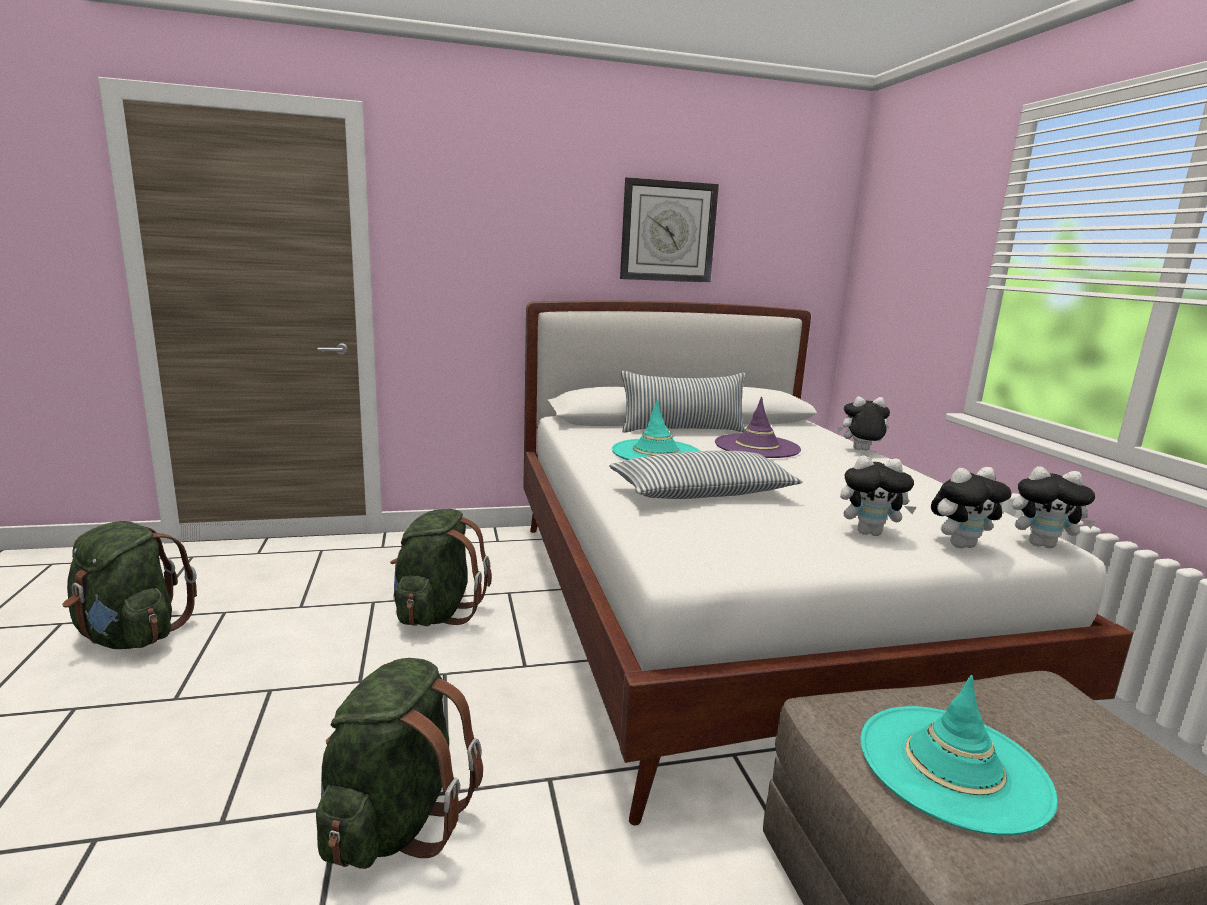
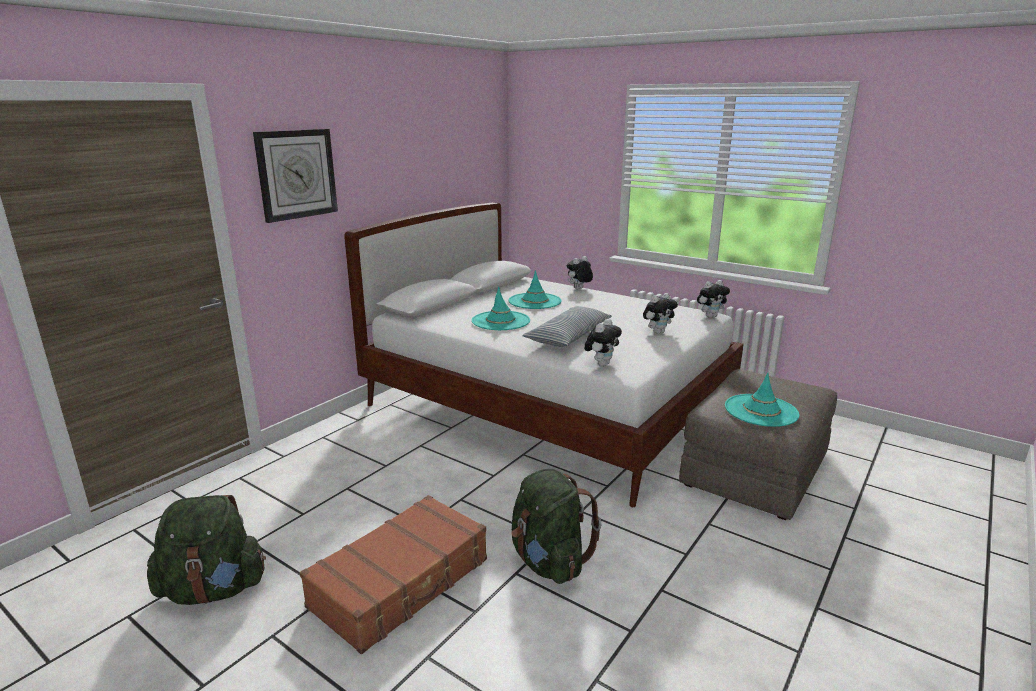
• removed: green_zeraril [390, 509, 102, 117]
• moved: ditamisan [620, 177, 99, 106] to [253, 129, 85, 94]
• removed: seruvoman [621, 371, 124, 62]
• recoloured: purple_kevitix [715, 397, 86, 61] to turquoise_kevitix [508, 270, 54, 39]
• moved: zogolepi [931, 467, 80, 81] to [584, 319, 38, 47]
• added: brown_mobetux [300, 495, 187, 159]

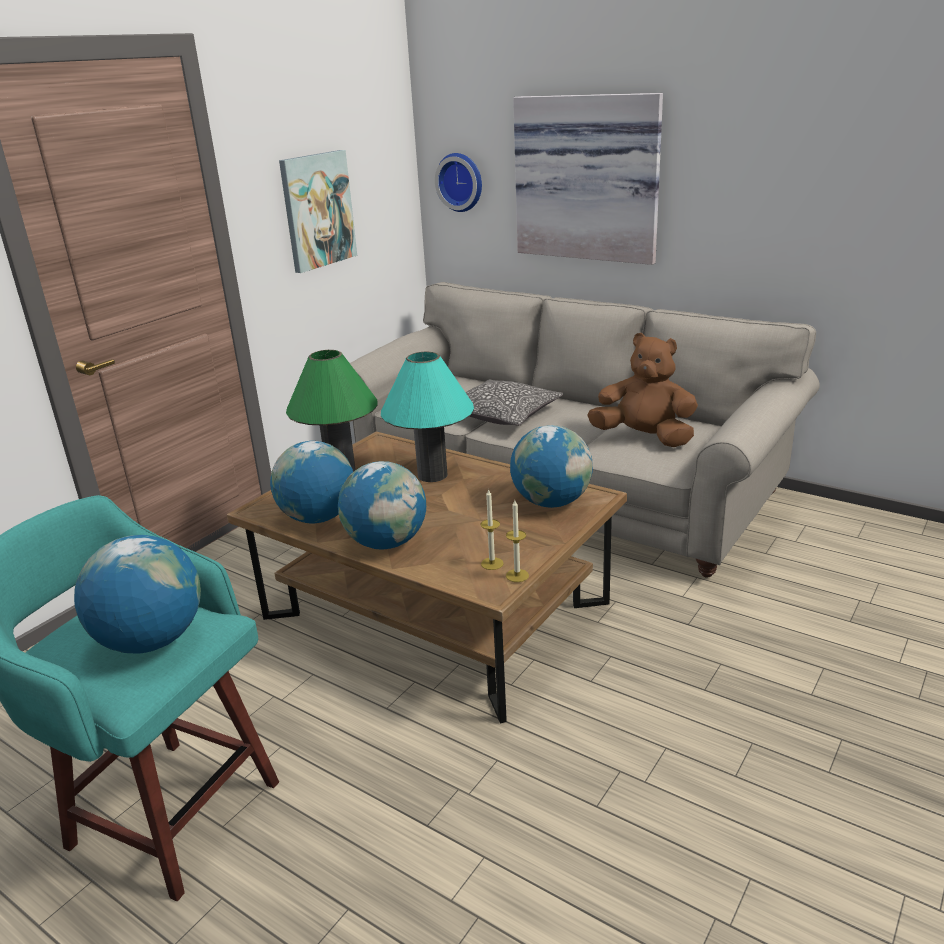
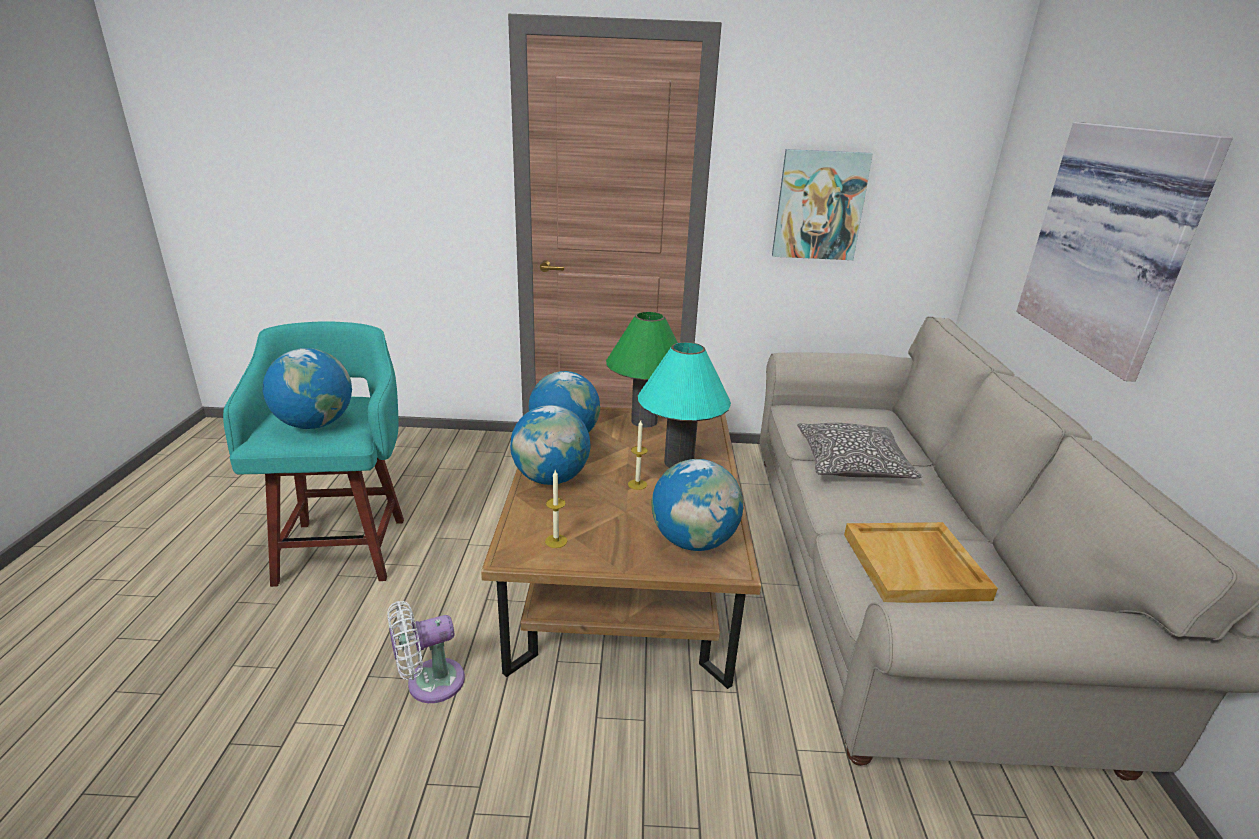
• removed: ditamisan [435, 153, 47, 59]
• moved: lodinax [506, 500, 23, 82] to [628, 420, 20, 70]
• replaced: brown_zogolepi [587, 333, 111, 114] to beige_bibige [844, 522, 154, 81]
• added: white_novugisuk [388, 601, 77, 102]

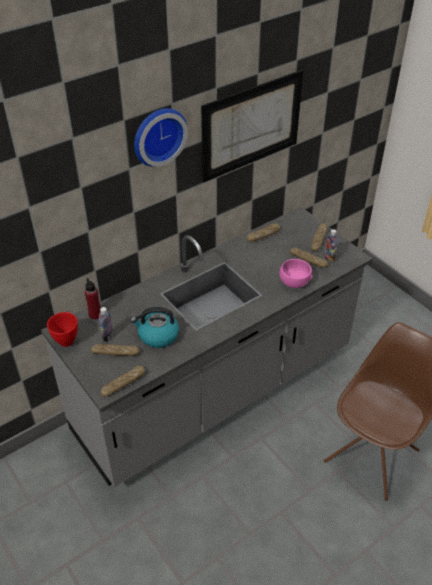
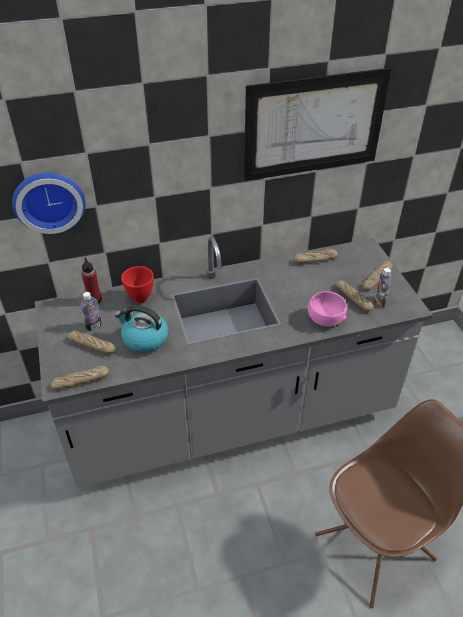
• moved: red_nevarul [47, 312, 31, 35] to [121, 266, 33, 37]
• moved: ditamisan [134, 108, 54, 59] to [12, 172, 74, 62]

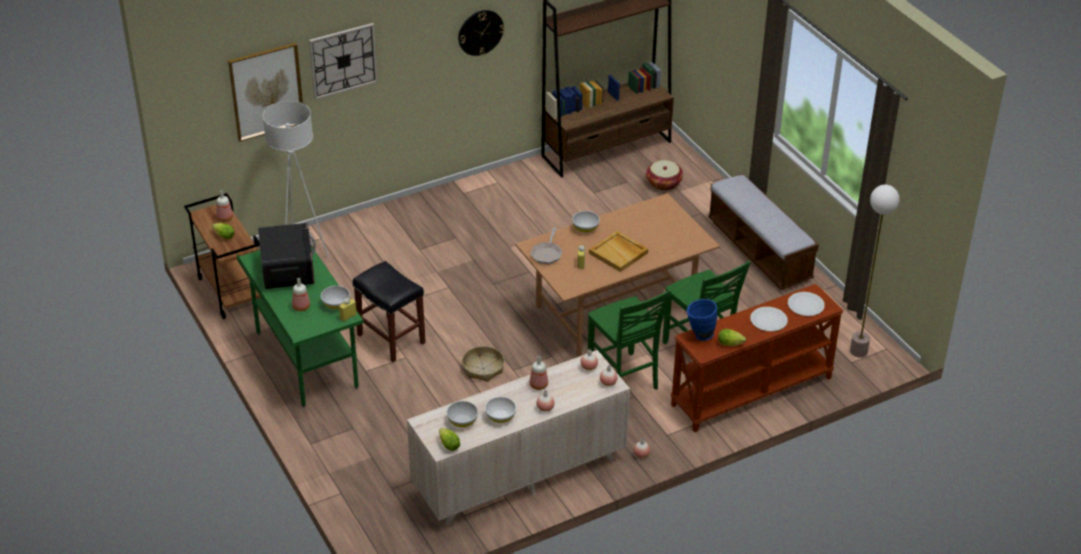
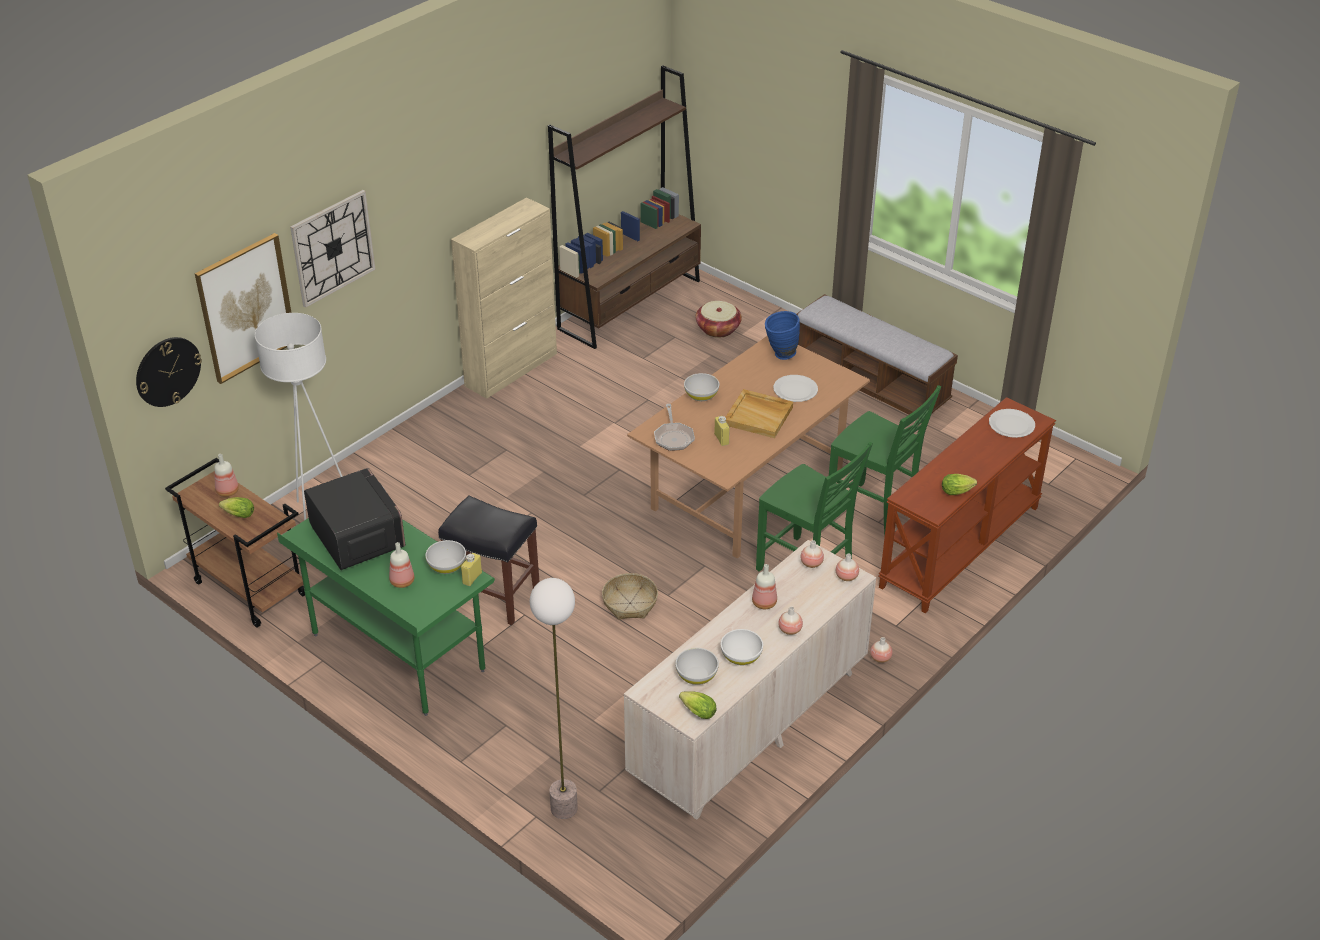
• moved: ditamisan [458, 10, 46, 46] to [136, 337, 66, 70]
• moved: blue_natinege [687, 299, 30, 42] to [765, 311, 35, 49]
• moved: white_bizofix [750, 307, 38, 24] to [773, 375, 45, 27]
• moved: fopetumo [850, 185, 50, 172] to [530, 578, 48, 241]
• added: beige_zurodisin [451, 197, 106, 202]

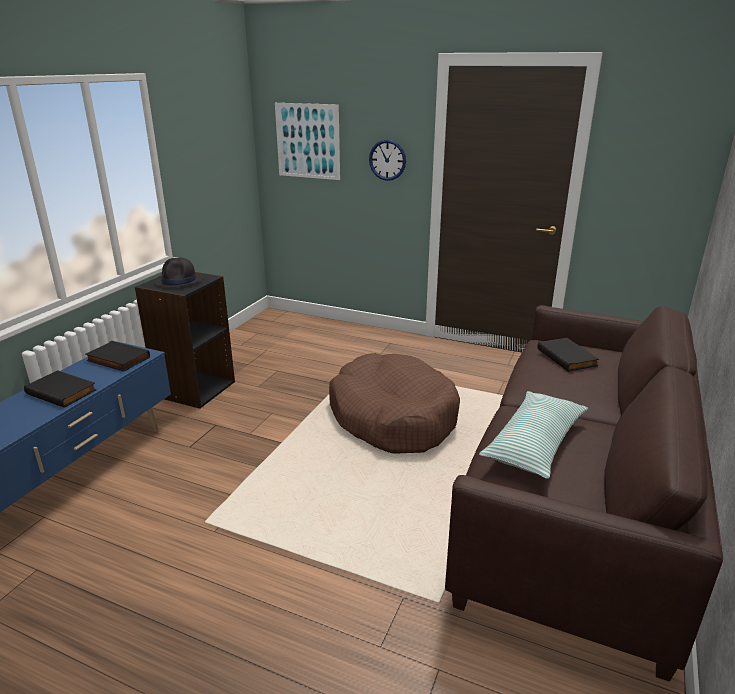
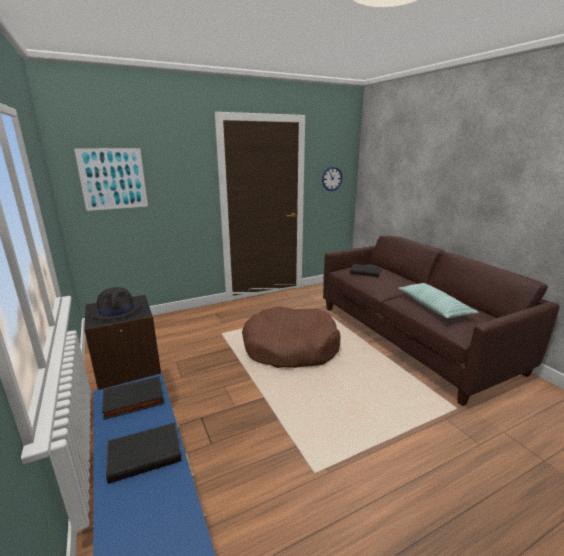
• moved: ditamisan [369, 140, 37, 41] to [322, 167, 20, 24]

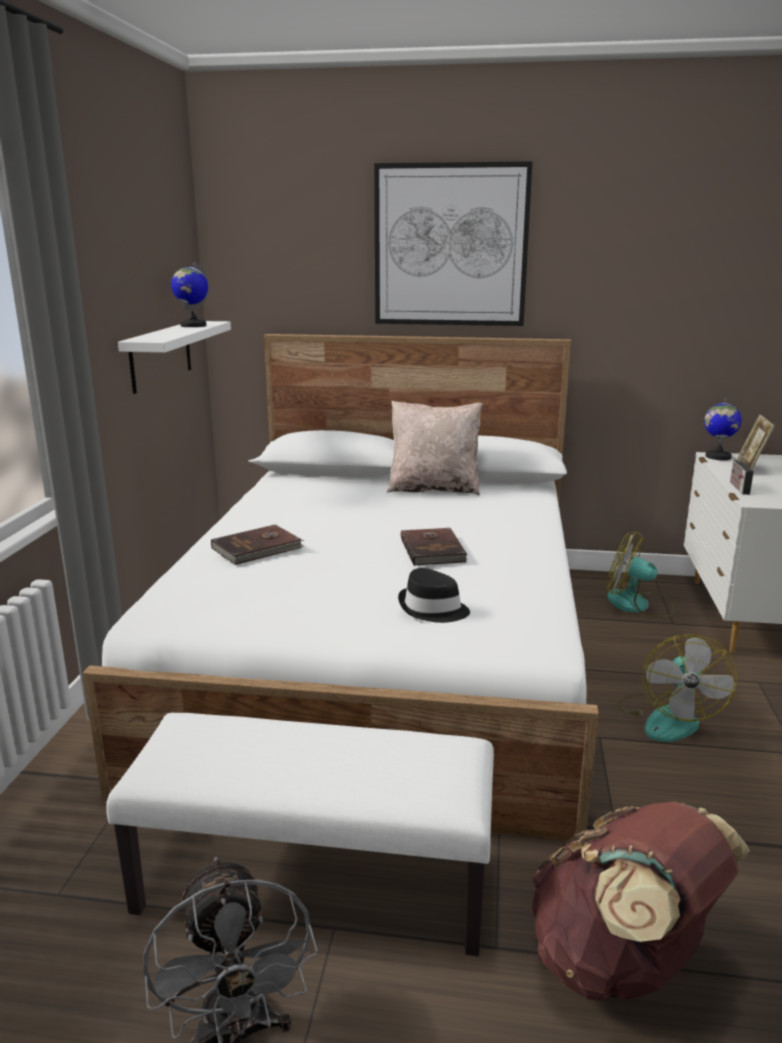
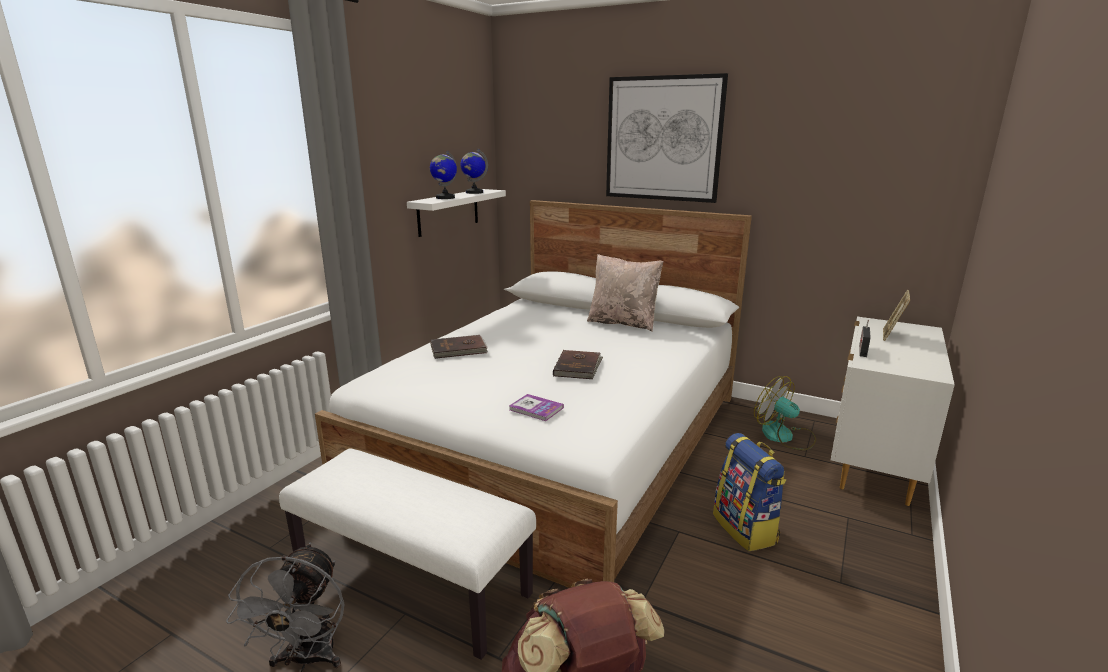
• replaced: black_kevitix [398, 568, 72, 55] to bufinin [509, 394, 55, 27]
• replaced: novugisuk [616, 634, 122, 108] to zeraril [713, 433, 73, 118]
• moved: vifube [704, 398, 38, 62] to [430, 151, 27, 48]

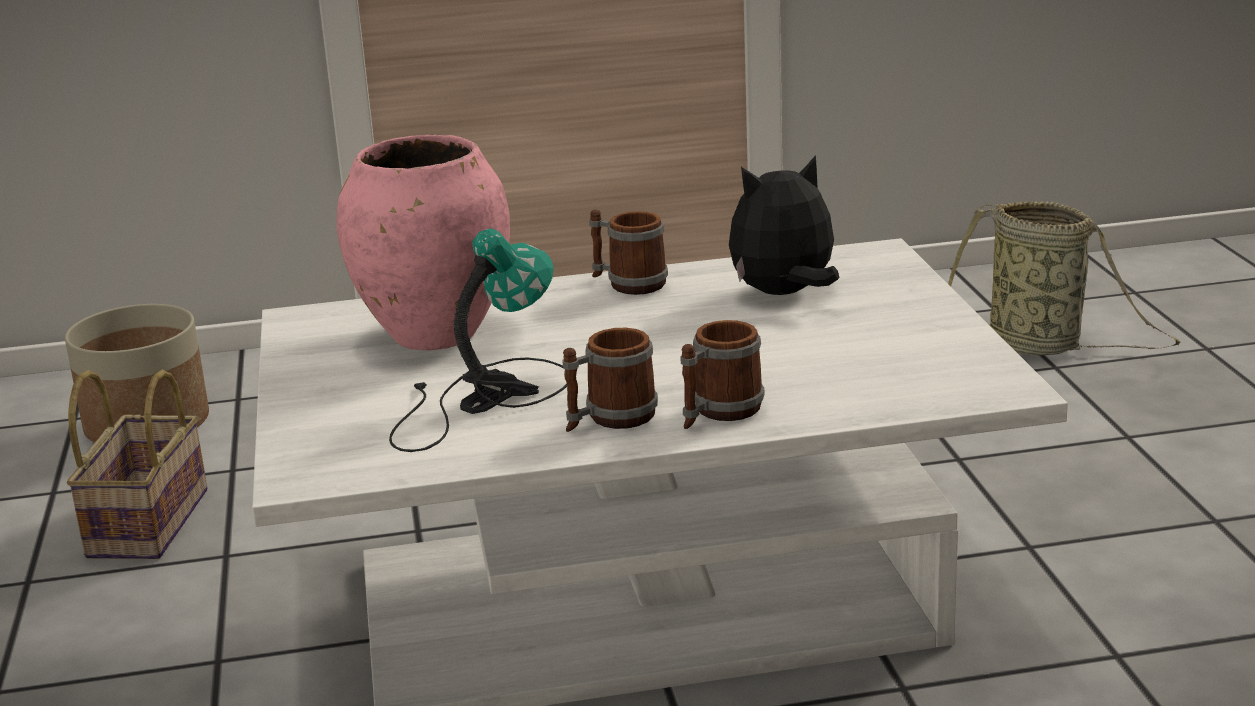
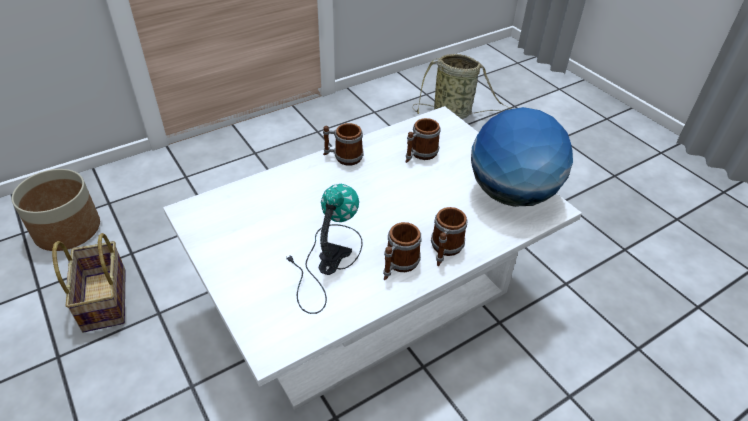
• removed: pink_natinege [337, 135, 173, 215]
• replaced: zogolepi [729, 155, 110, 140] to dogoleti [406, 118, 35, 45]
• added: vifube [471, 107, 102, 100]

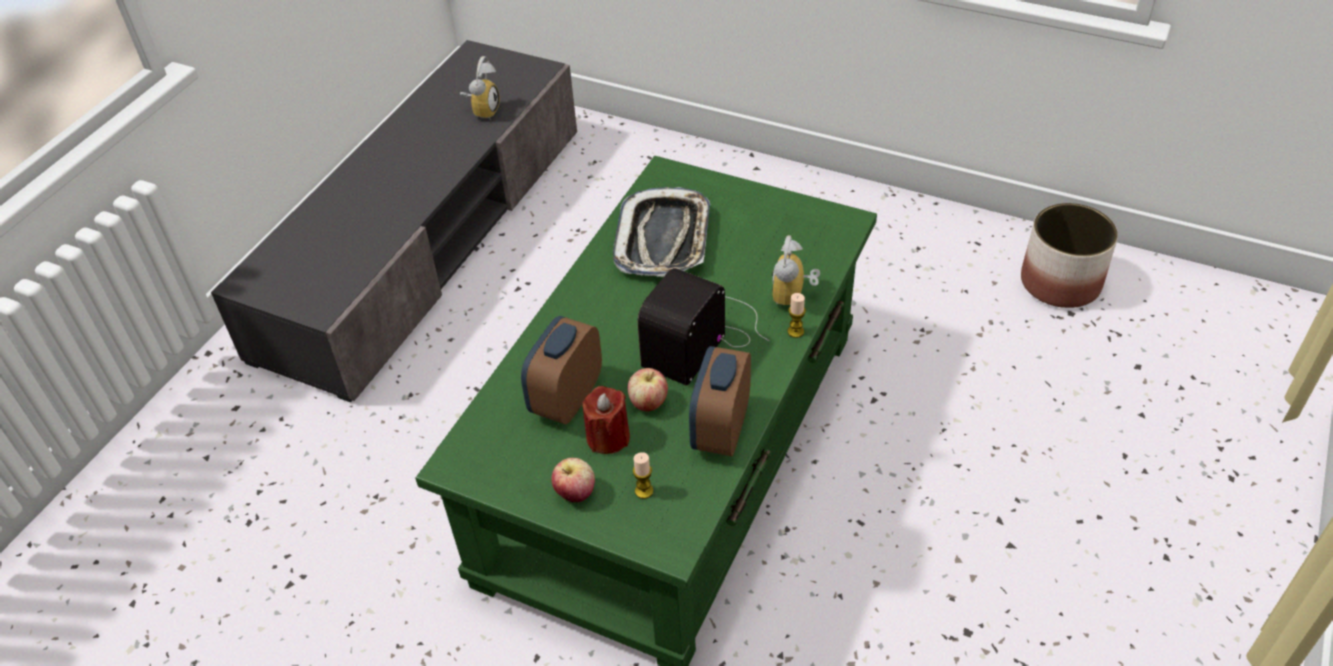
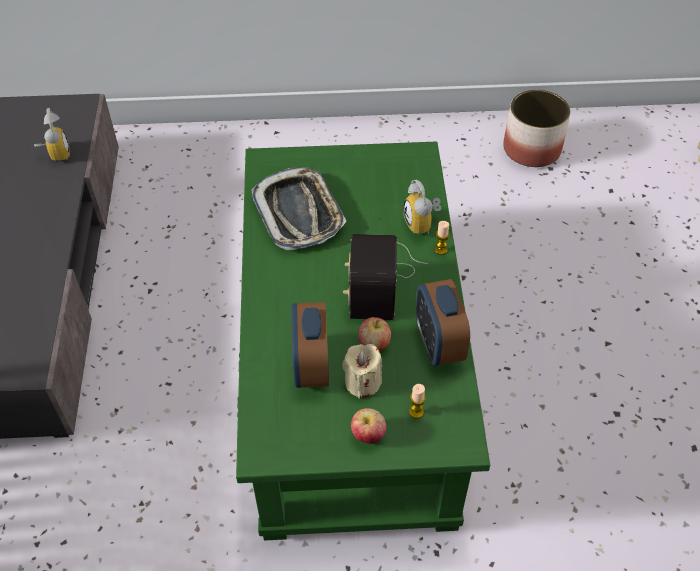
• recoloured: red_lodinax [583, 386, 47, 68] to beige_lodinax [342, 344, 40, 55]

